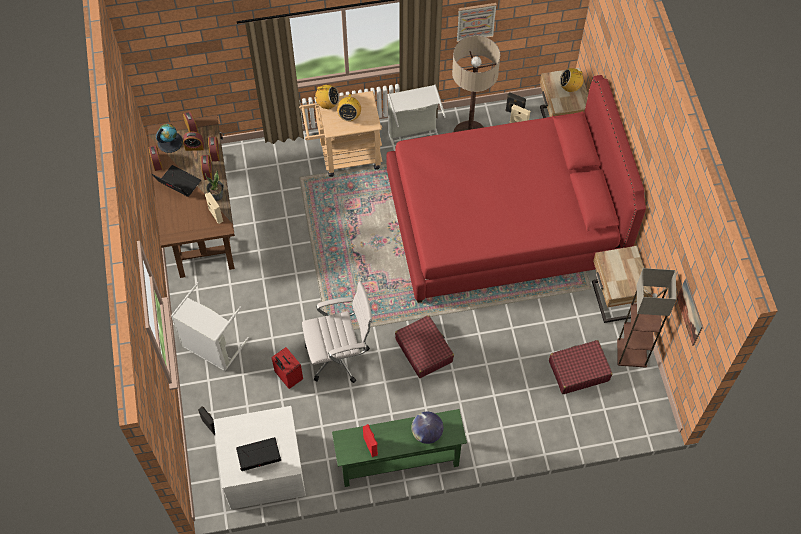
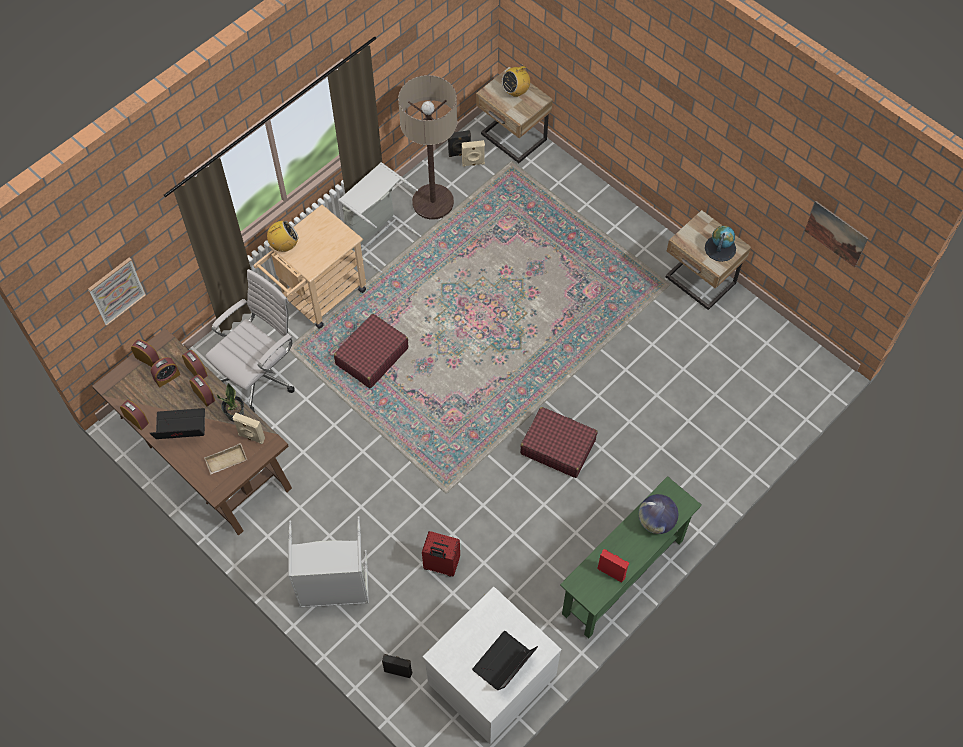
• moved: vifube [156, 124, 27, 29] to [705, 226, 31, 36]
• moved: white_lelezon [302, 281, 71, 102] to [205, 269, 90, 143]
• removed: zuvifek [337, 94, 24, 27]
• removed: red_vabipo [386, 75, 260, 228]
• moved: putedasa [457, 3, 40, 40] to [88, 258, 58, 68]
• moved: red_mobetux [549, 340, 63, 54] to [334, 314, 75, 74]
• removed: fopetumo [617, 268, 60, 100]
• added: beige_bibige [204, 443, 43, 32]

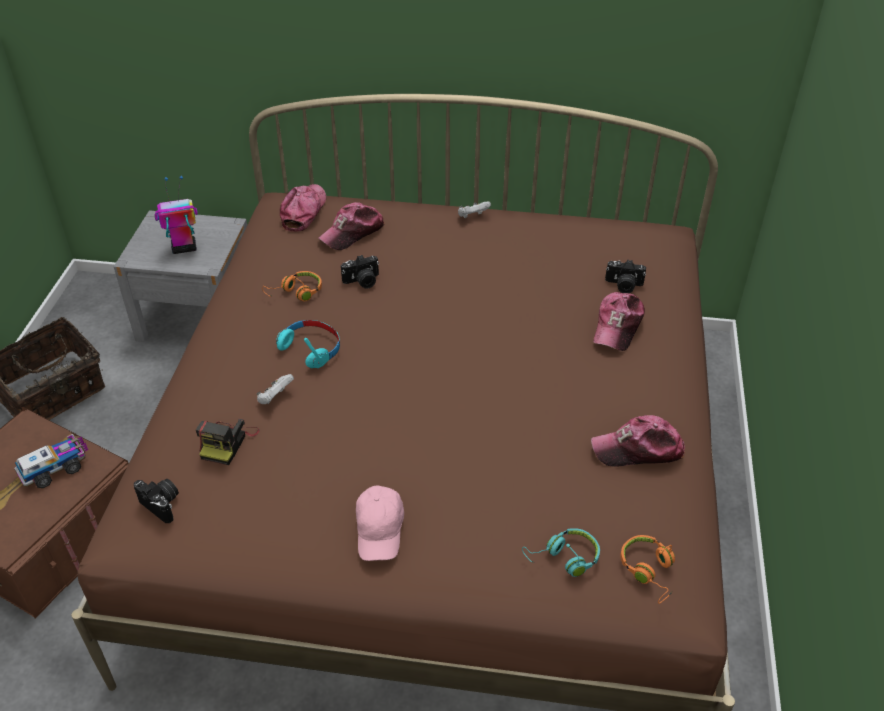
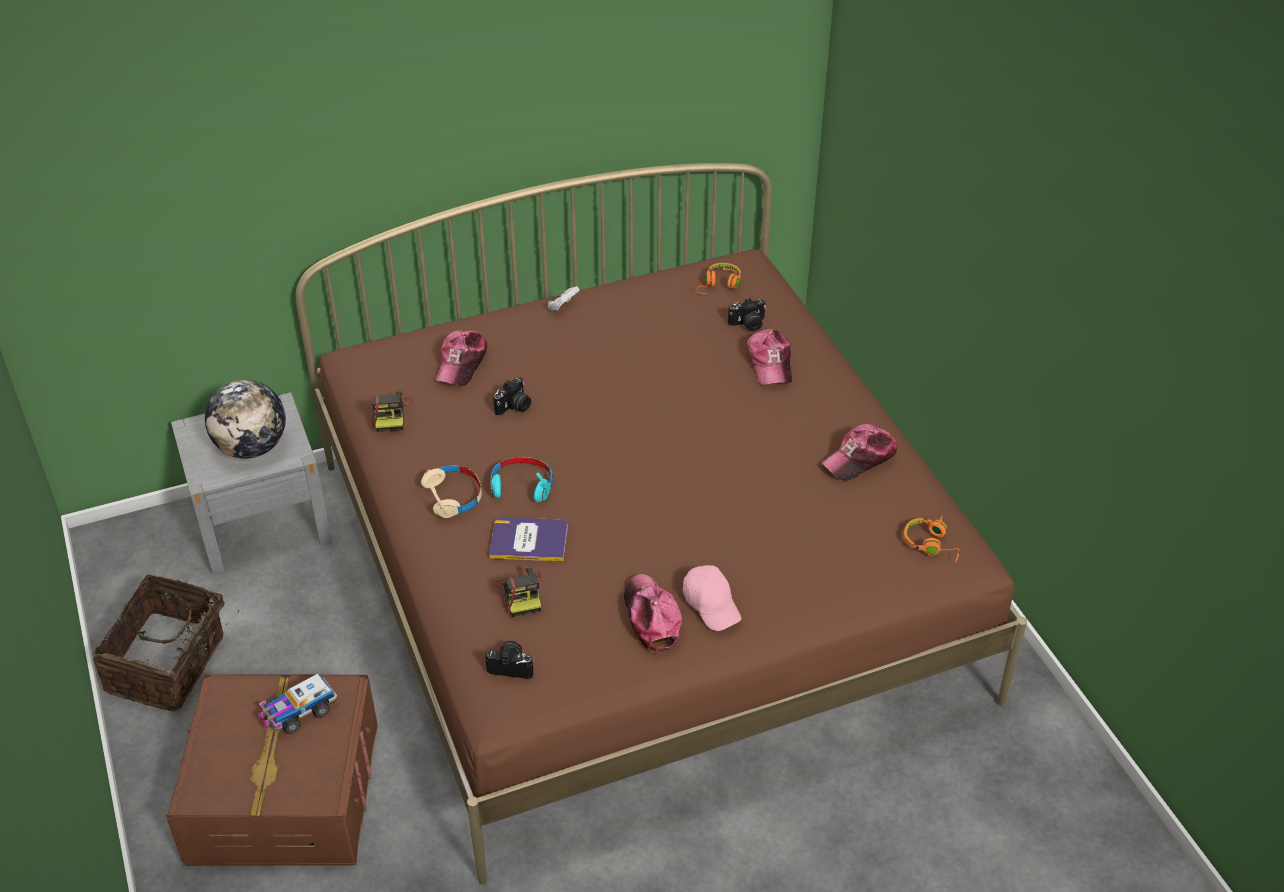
• turned: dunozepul [14, 434, 74, 54] = [258, 674, 79, 60] 150 degrees counterclockwise
• replaced: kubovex [155, 176, 43, 78] to vifube [205, 380, 81, 79]
• replaced: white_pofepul [256, 374, 38, 30] to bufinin [489, 517, 79, 44]
• moved: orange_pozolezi [262, 271, 60, 30] to [696, 263, 45, 31]
• moved: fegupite [280, 184, 46, 48] to [624, 574, 58, 79]
• removed: turquoise_pozolezi [522, 528, 78, 49]
• added: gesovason [371, 390, 41, 42]
• added: beige_pozolezi [421, 465, 61, 53]

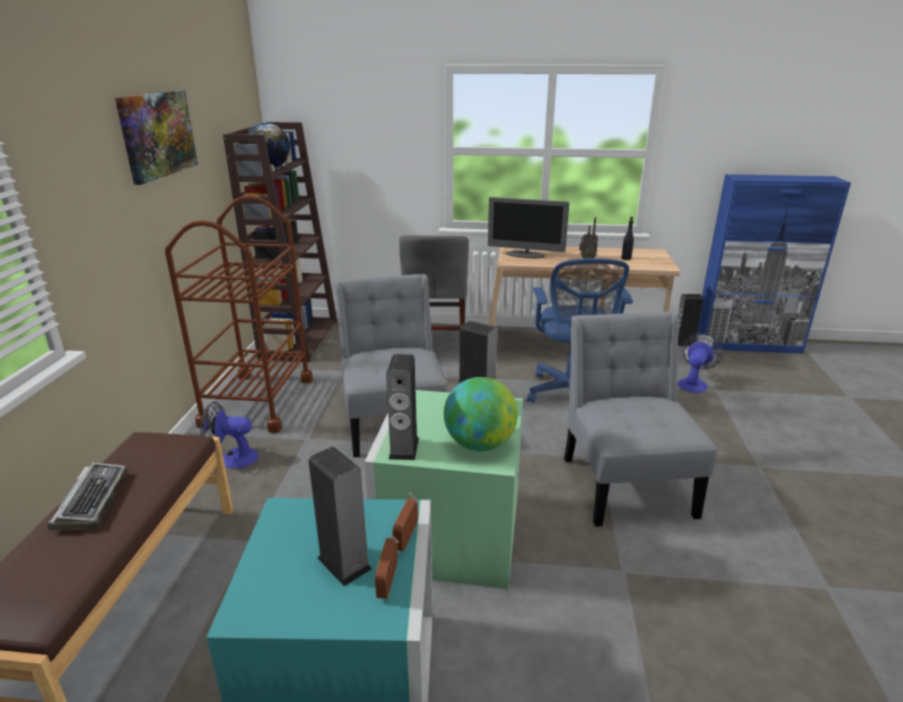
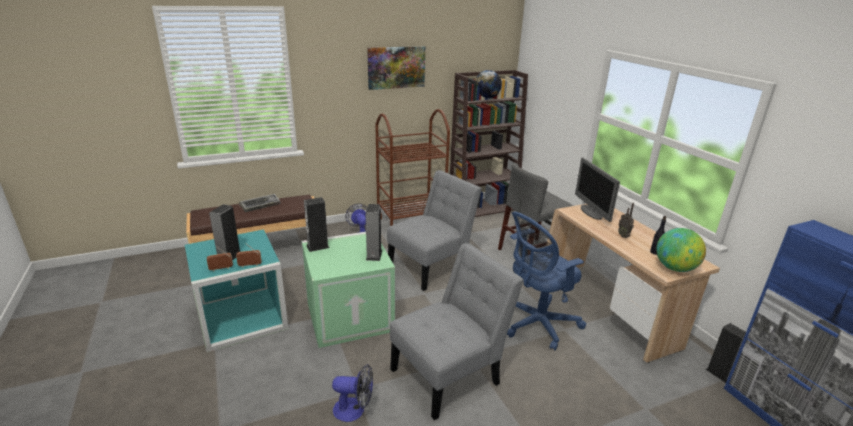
• moved: vifube [444, 377, 74, 74] to [656, 228, 50, 44]
• moved: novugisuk [678, 333, 45, 60] to [332, 364, 41, 58]

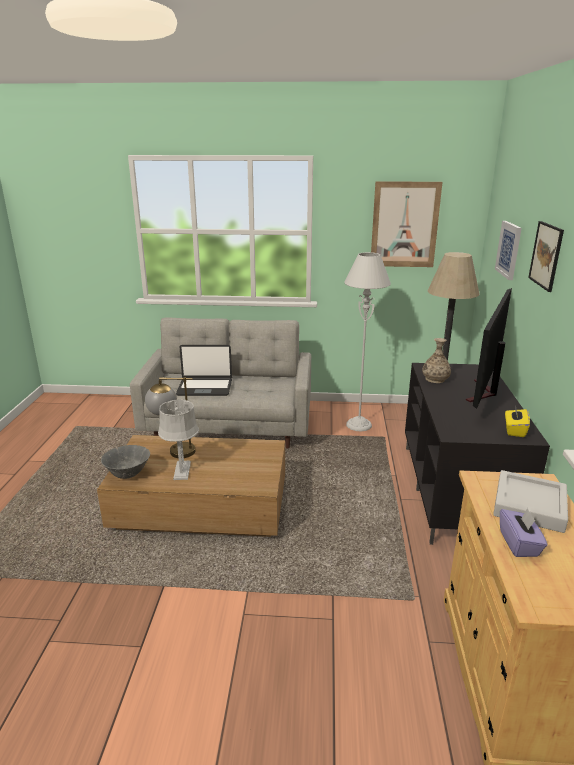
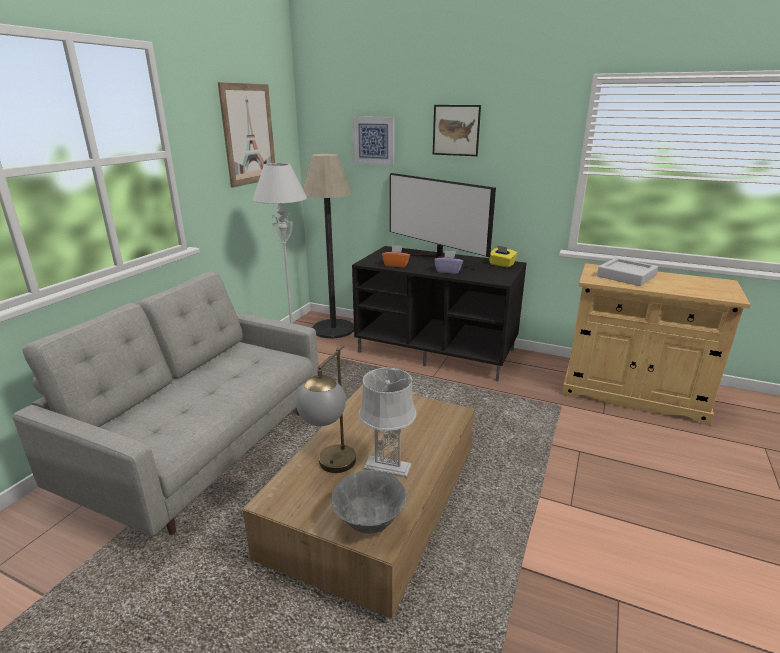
• removed: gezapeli [176, 345, 56, 51]
• replaced: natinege [422, 338, 29, 45] to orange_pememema [382, 245, 28, 22]
• moved: purple_pememema [500, 508, 48, 49] to [434, 250, 29, 24]

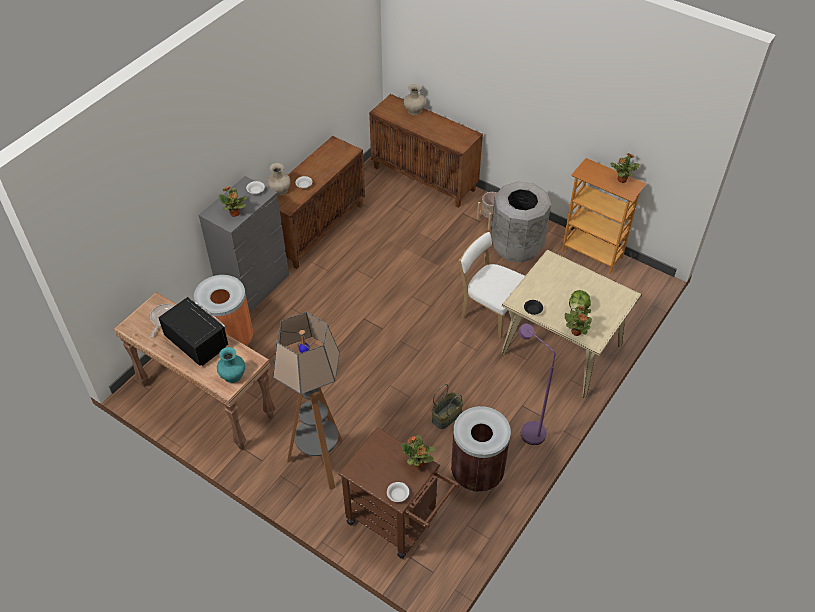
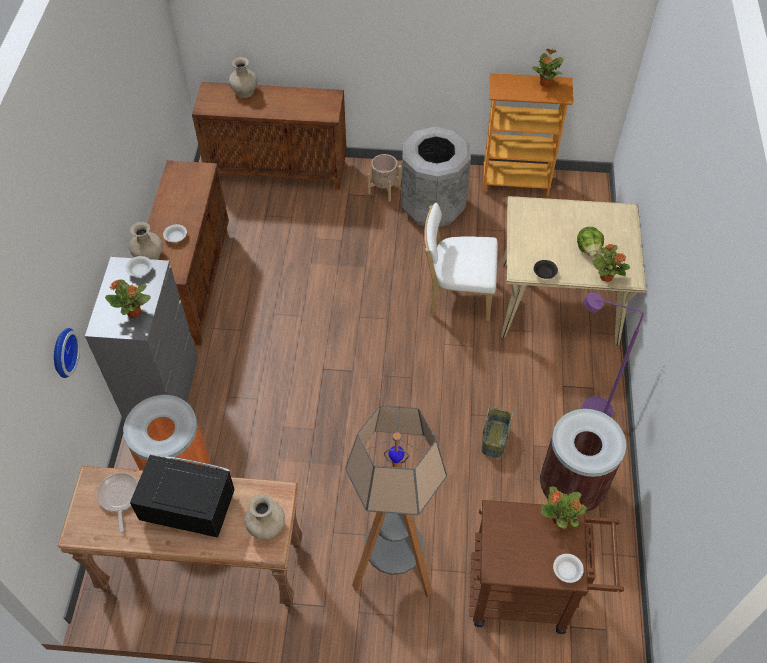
• recoloured: turquoise_natinege [217, 347, 28, 36] to beige_natinege [244, 494, 41, 45]
• added: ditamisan [54, 328, 26, 50]

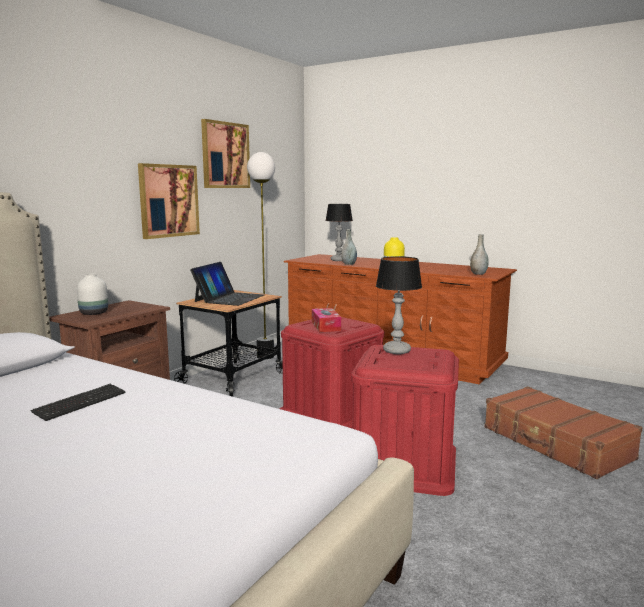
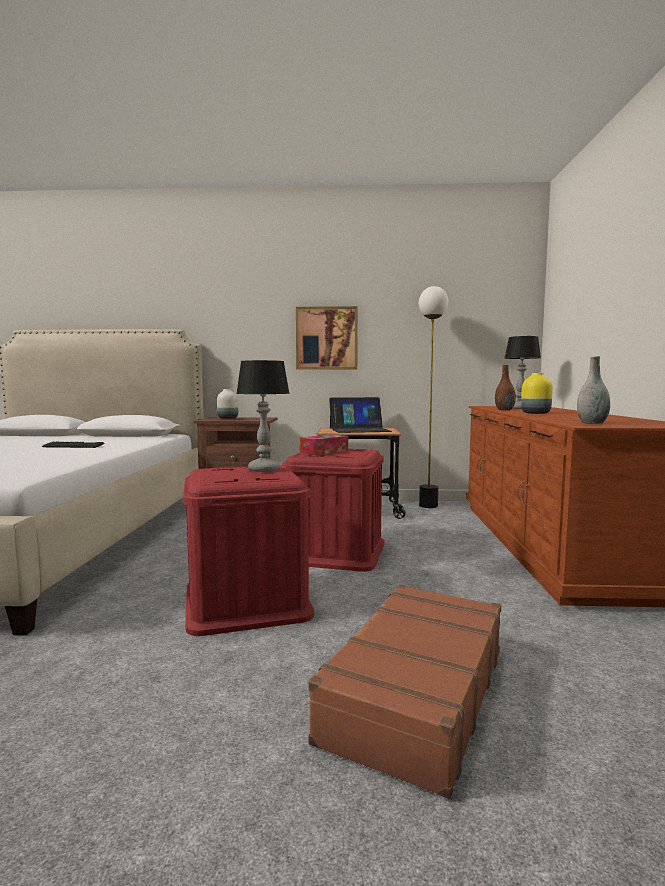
• removed: putedasa [201, 119, 49, 69]
• recoloured: grey_natinege [341, 229, 16, 36] to brown_natinege [495, 365, 21, 45]

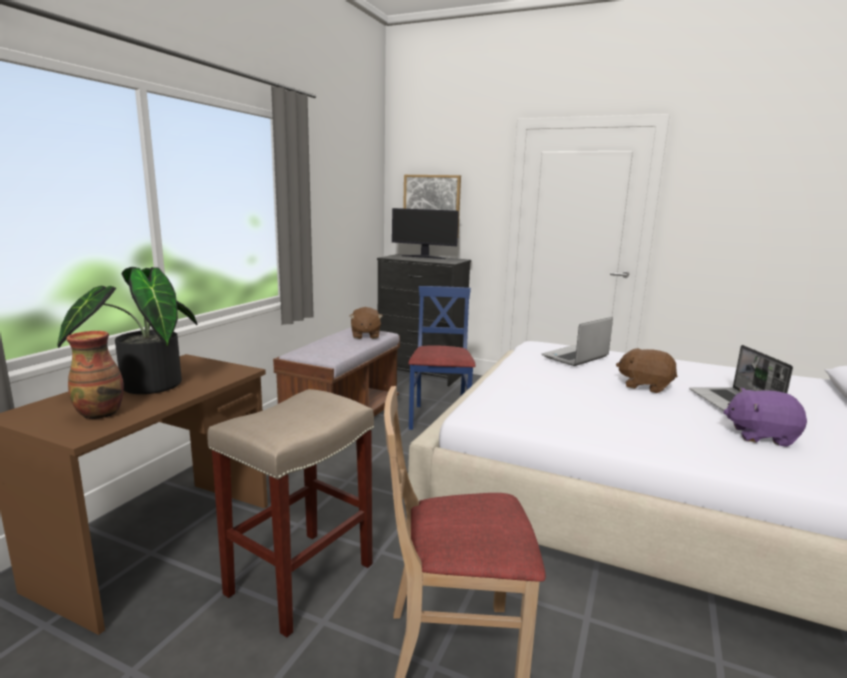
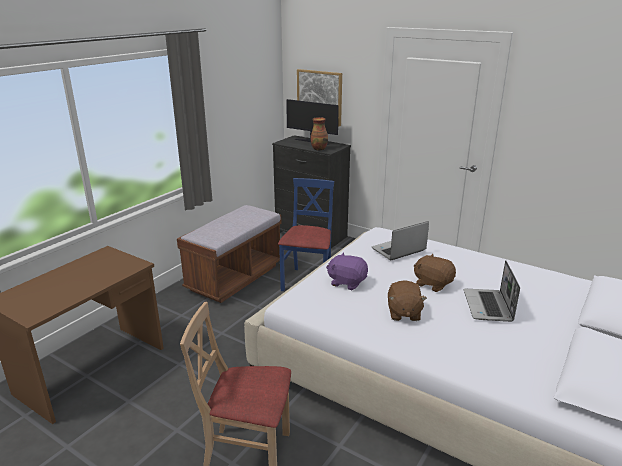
• removed: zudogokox [57, 267, 140, 127]
• moved: natinege [66, 331, 58, 88] to [311, 117, 17, 34]
• removed: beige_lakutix [207, 389, 167, 249]
• moved: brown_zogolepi [350, 307, 32, 32] to [388, 280, 39, 41]
• moved: purple_zogolepi [723, 388, 84, 59] to [326, 252, 42, 38]

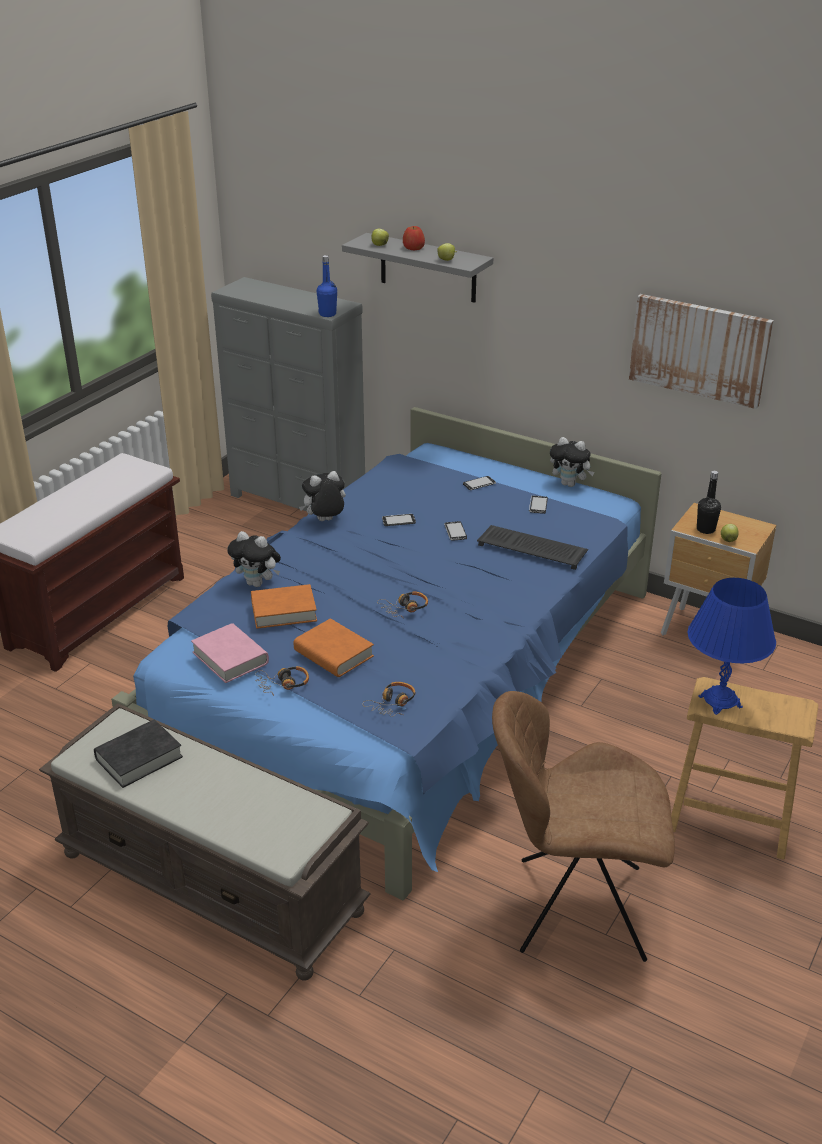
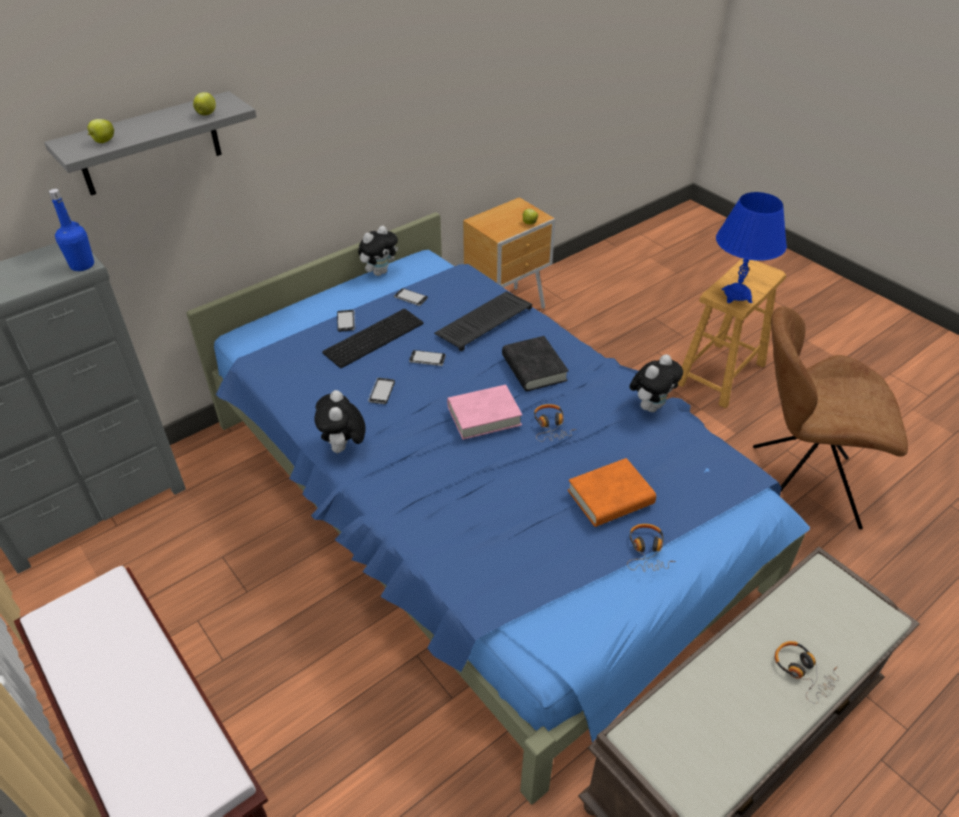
• moved: black_bufinin [94, 720, 89, 68] to [502, 336, 67, 55]
• moved: pink_bufinin [191, 623, 78, 60] to [447, 385, 75, 55]
• moved: zogolepi [227, 531, 54, 56] to [629, 354, 54, 58]
• removed: orange_bufinin [251, 584, 66, 45]
• moved: pozolezi [363, 682, 53, 35] to [775, 641, 64, 63]
• removed: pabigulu [403, 226, 22, 24]
• turned: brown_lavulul [492, 691, 183, 271] = [753, 306, 155, 223] 75 degrees clockwise
• removed: putedasa [629, 294, 145, 115]
• removed: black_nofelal [697, 471, 24, 63]
• added: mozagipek [322, 309, 102, 59]

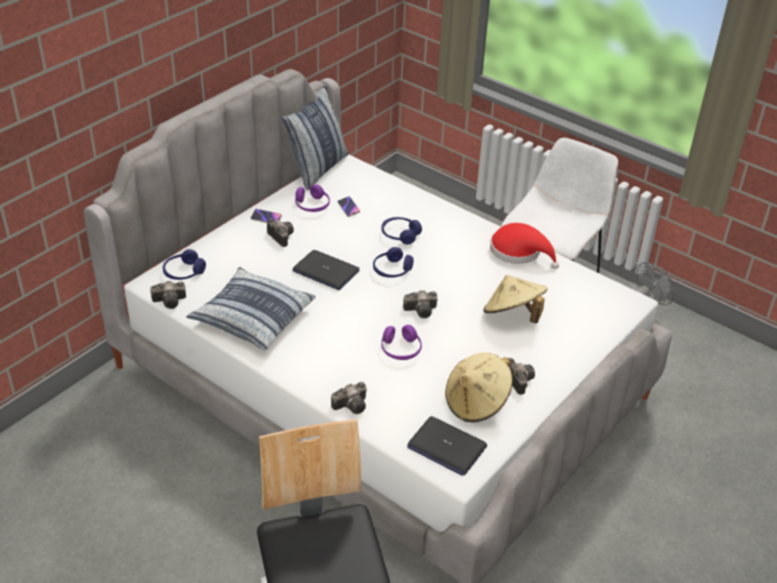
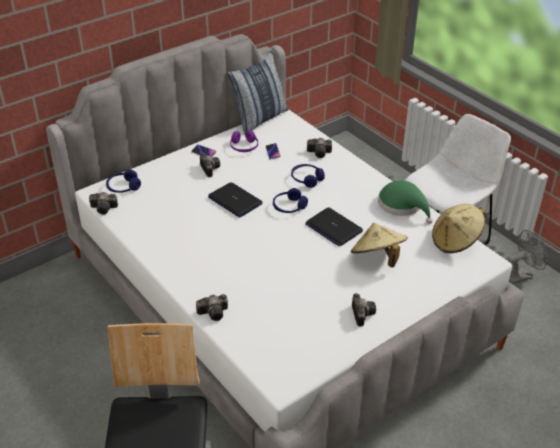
• removed: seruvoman [186, 267, 129, 83]
• removed: purple_pozolezi [381, 325, 41, 35]
• moved: gesovason [403, 290, 34, 28] to [307, 138, 25, 20]
• moved: gezapeli [407, 416, 80, 60] to [305, 207, 58, 40]
• moved: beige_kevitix [445, 353, 68, 70] to [432, 204, 54, 49]
• recoloured: red_kevitix [490, 223, 69, 46] to green_kevitix [378, 180, 55, 44]

